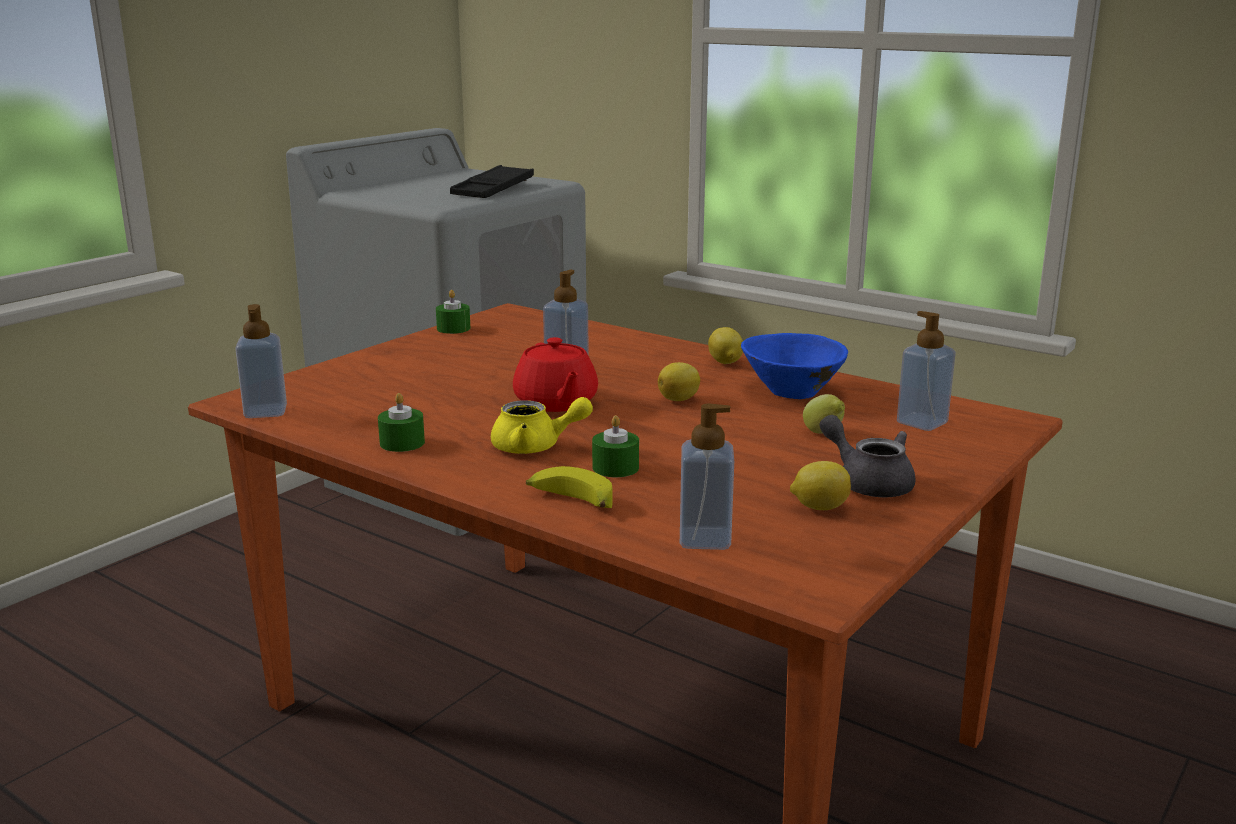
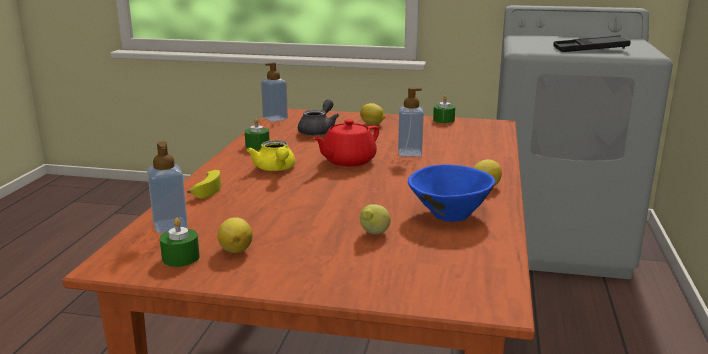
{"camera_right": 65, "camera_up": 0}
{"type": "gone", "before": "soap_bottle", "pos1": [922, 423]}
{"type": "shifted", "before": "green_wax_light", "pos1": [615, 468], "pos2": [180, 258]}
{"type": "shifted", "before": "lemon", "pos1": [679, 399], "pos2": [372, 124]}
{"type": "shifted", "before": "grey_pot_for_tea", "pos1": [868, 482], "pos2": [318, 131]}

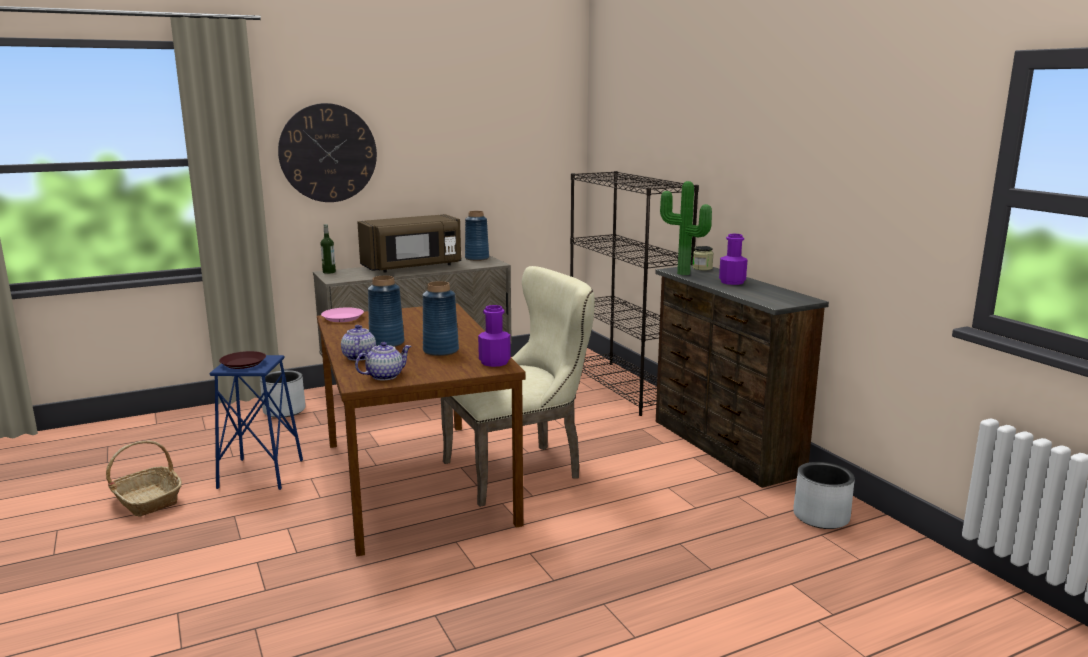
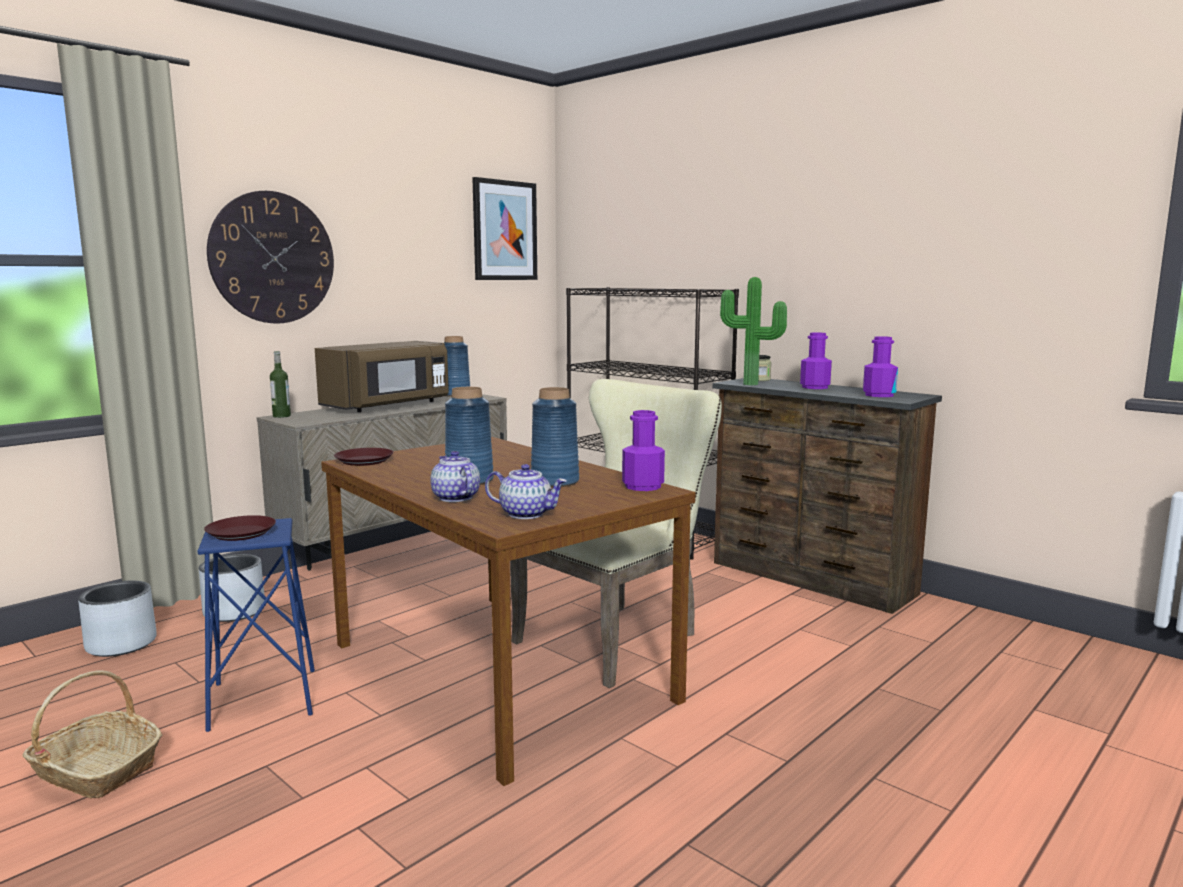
{"camera_right": -20, "camera_up": -5}
{"type": "new", "after": "picture", "pos2": [504, 230]}
{"type": "new", "after": "purple-coloured_drink_bottle", "pos2": [879, 395]}
{"type": "shifted", "before": "grey_flower_pot", "pos1": [821, 517], "pos2": [122, 644]}
{"type": "repainted", "before": "pink-coloured_plate", "after": "brownish_plate", "pos1": [343, 318], "pos2": [365, 461]}
{"type": "rotated", "before": "pot_for_tea", "pos1": [385, 376], "pos2": [526, 514], "turn": 75}

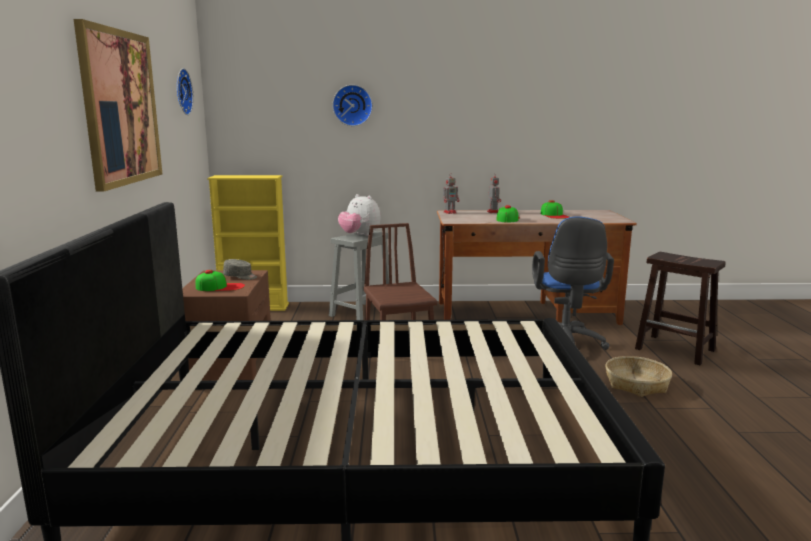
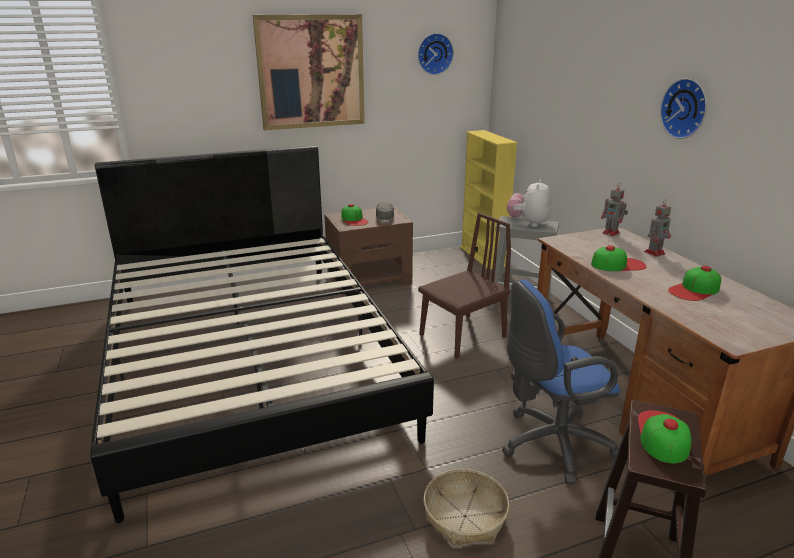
{"camera_right": 70, "camera_up": 10}
{"type": "new", "after": "peaked_cap", "pos2": [662, 435]}
{"type": "shifted", "before": "wall_clock", "pos1": [352, 105], "pos2": [686, 108]}

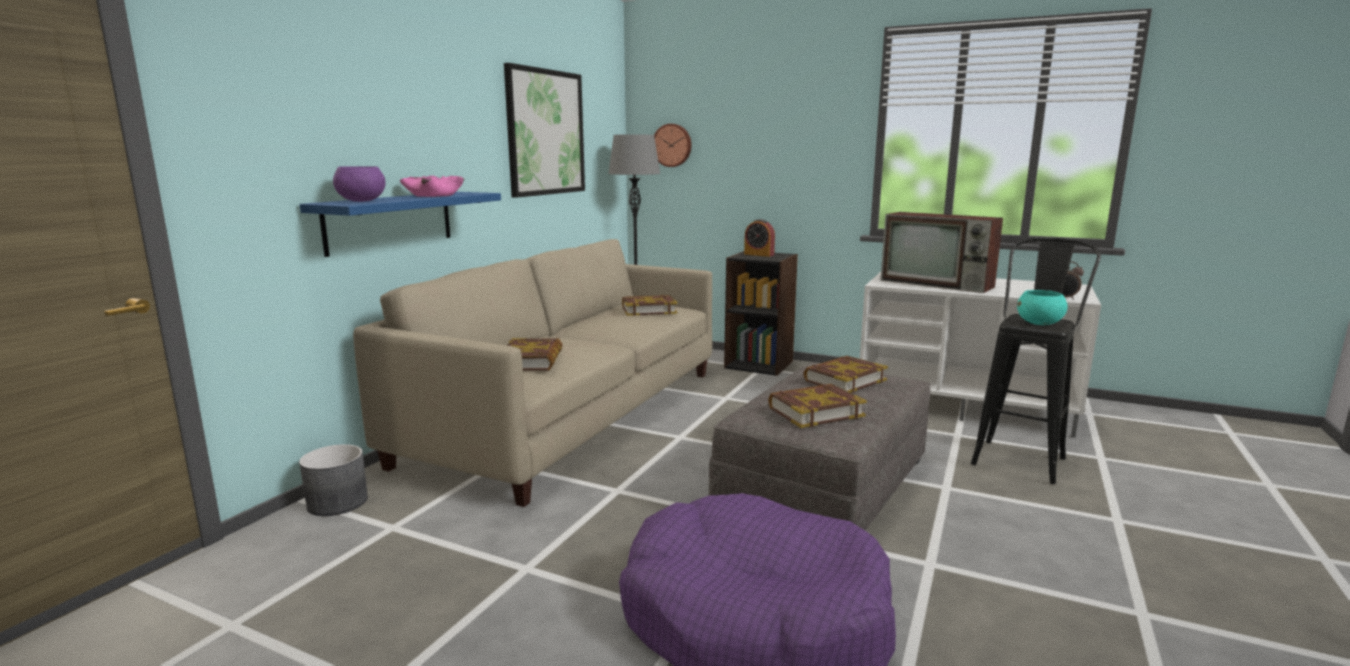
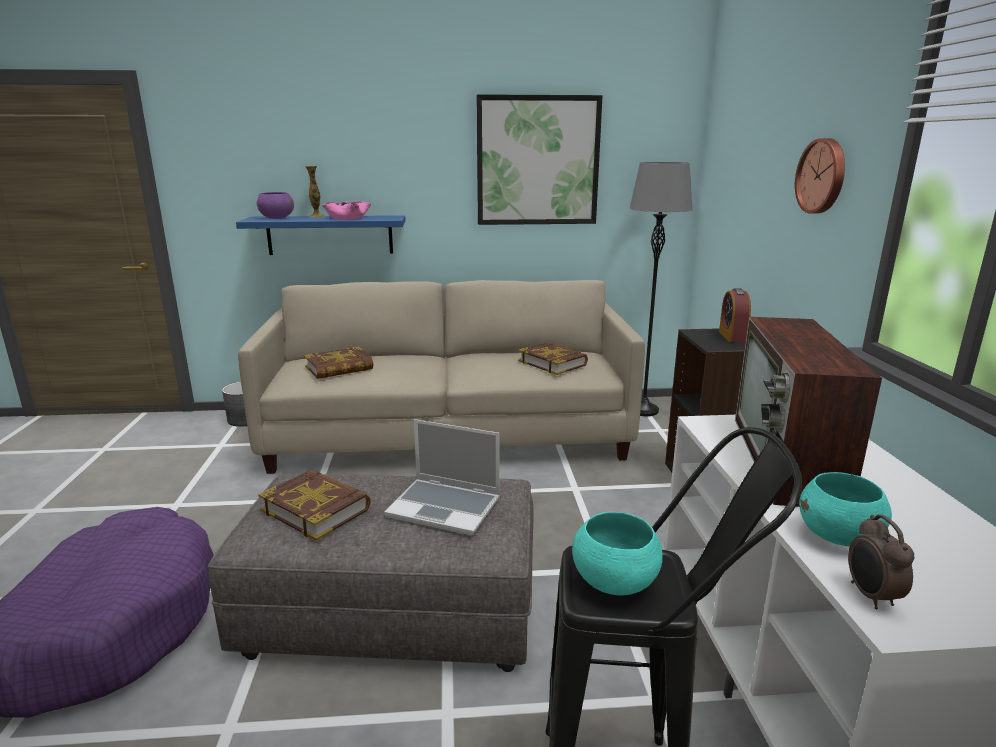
{"camera_right": 60, "camera_up": 5}
{"type": "new", "after": "flower_vase", "pos2": [317, 217]}
{"type": "new", "after": "turquoise_deep_dish", "pos2": [838, 537]}
{"type": "shifted", "before": "wall_clock", "pos1": [672, 145], "pos2": [822, 176]}
{"type": "swapped", "before": "book", "after": "portable_computer", "pos1": [844, 380], "pos2": [446, 507]}

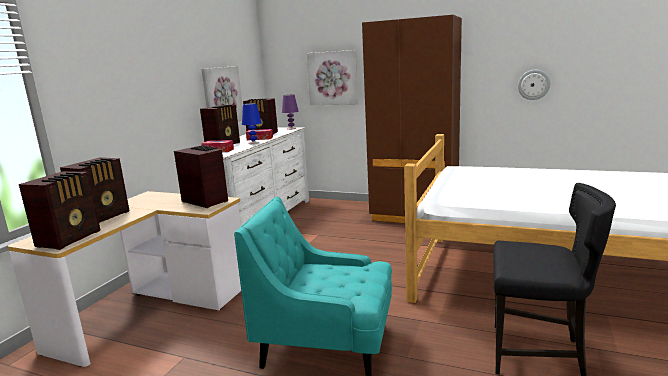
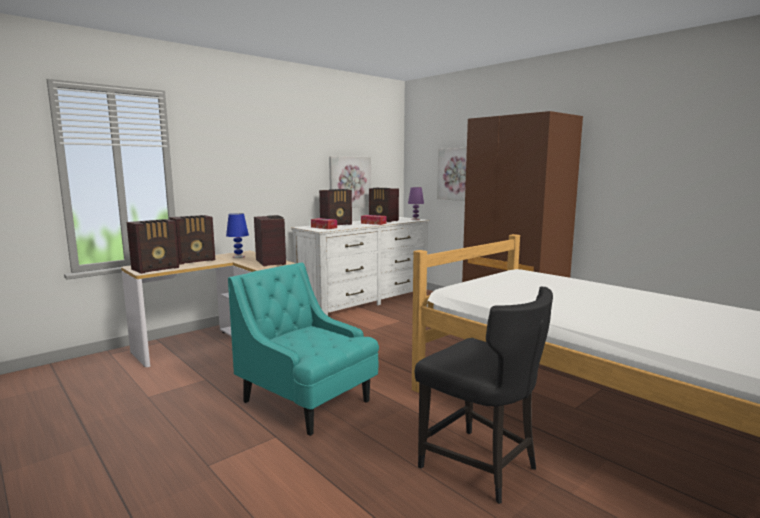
{"camera_right": 25, "camera_up": -5}
{"type": "gone", "before": "wall_clock", "pos1": [533, 84]}
{"type": "shifted", "before": "blue-coloured_lamp_for_a_table", "pos1": [253, 143], "pos2": [238, 257]}

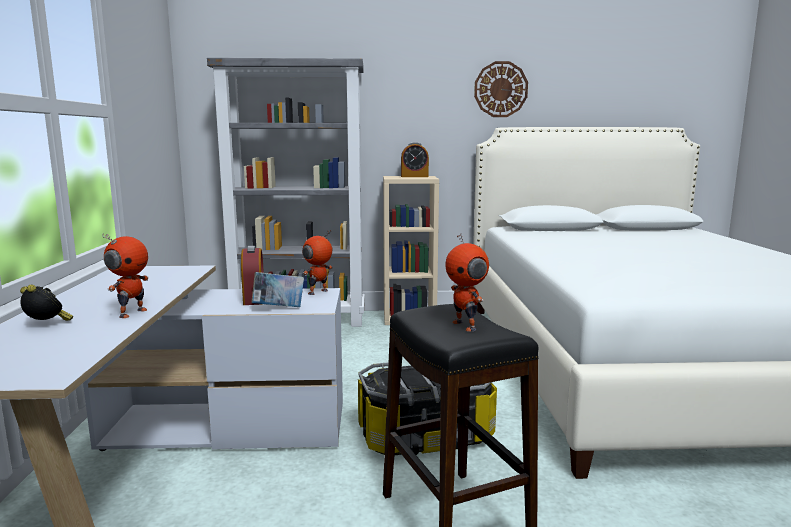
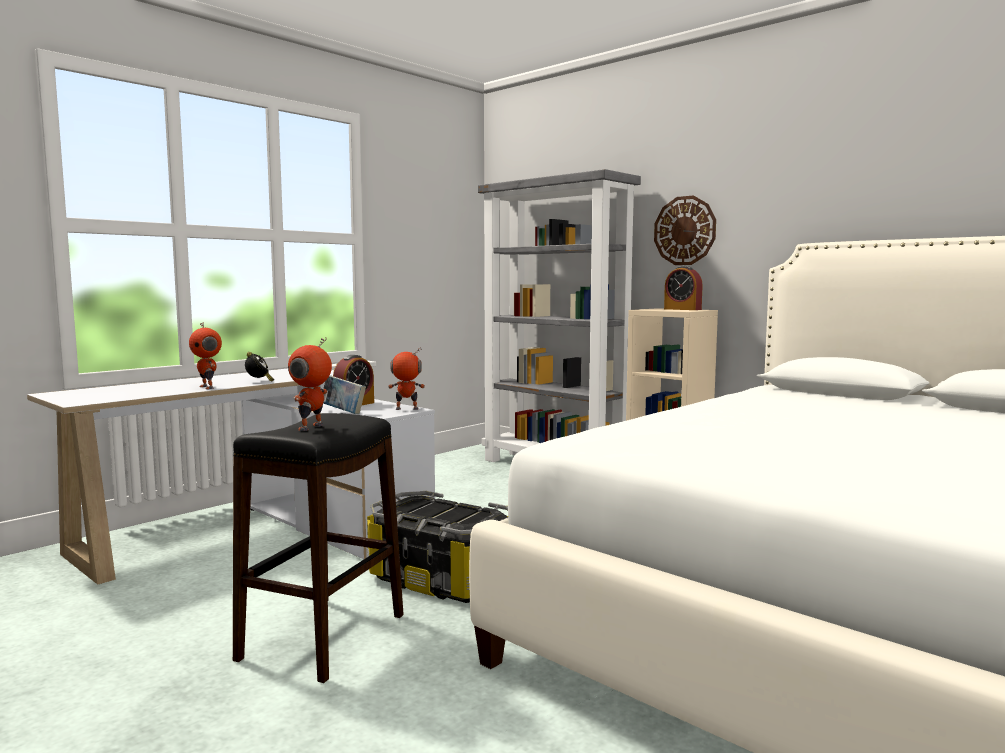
{"camera_right": 45, "camera_up": -5}
{"type": "shifted", "before": "bedside_clock", "pos1": [47, 325], "pos2": [259, 381]}
{"type": "shifted", "before": "wall_clock", "pos1": [500, 89], "pos2": [684, 230]}
{"type": "rotated", "before": "toy_robot", "pos1": [132, 313], "pos2": [208, 387], "turn": 75}

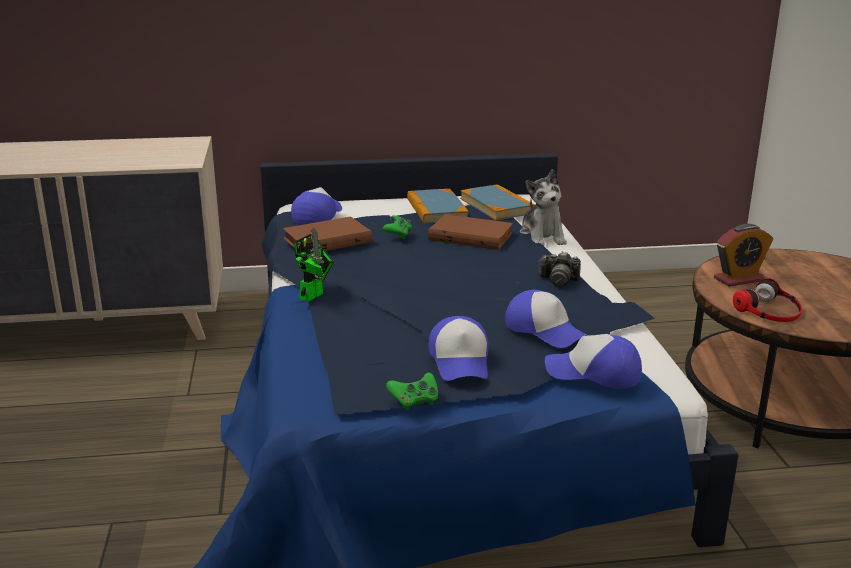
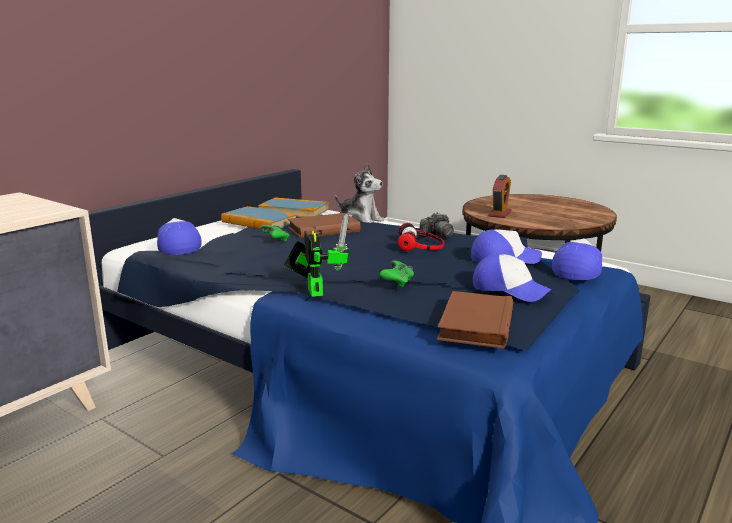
{"camera_right": -45, "camera_up": -5}
{"type": "shifted", "before": "brownish_book", "pos1": [327, 240], "pos2": [474, 324]}
{"type": "shifted", "before": "green_gamepad", "pos1": [414, 402], "pos2": [397, 282]}
{"type": "shifted", "before": "headset", "pos1": [770, 310], "pos2": [421, 245]}
{"type": "rotated", "before": "peaked_cap", "pos1": [593, 373], "pos2": [578, 269], "turn": 150}

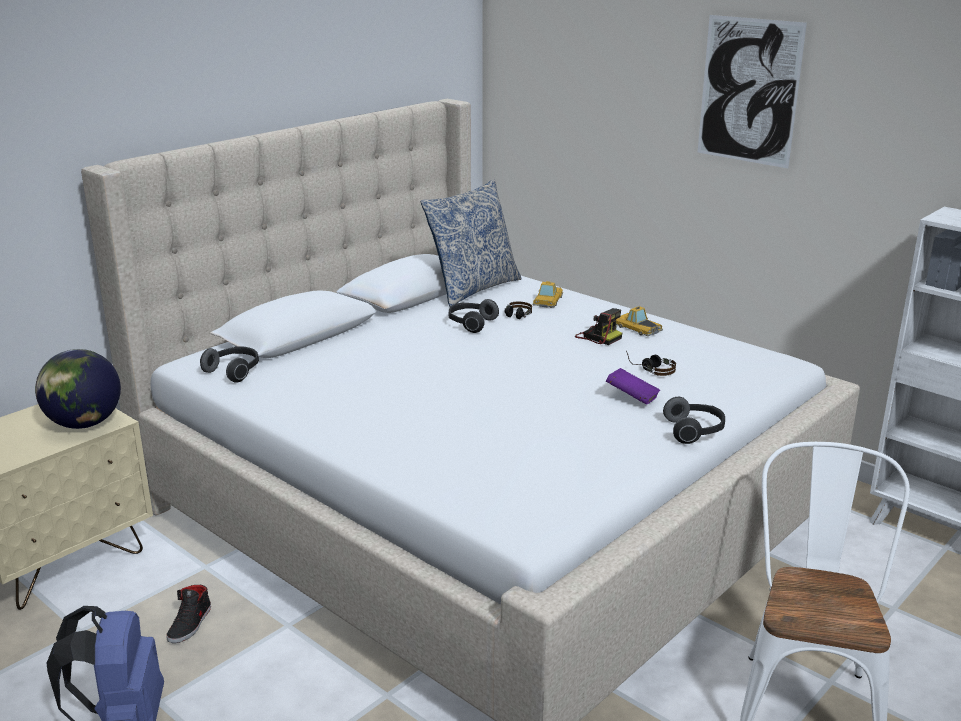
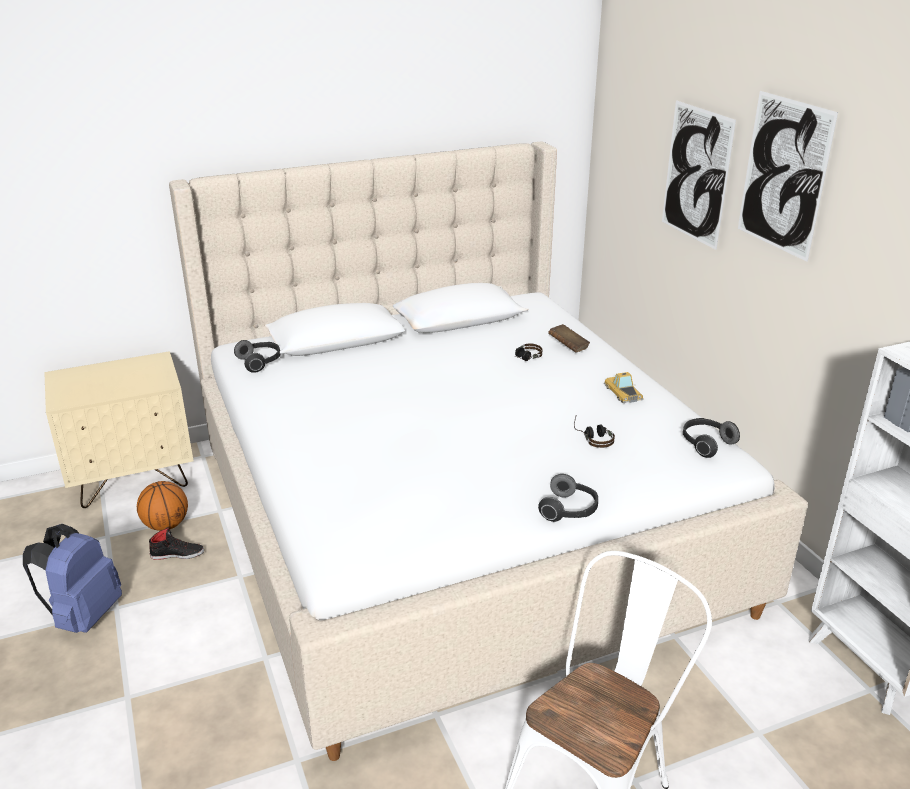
{"camera_right": 25, "camera_up": 5}
{"type": "gone", "before": "globe", "pos1": [84, 424]}
{"type": "gone", "before": "throw_pillow", "pos1": [473, 289]}
{"type": "gone", "before": "photo_camera", "pos1": [598, 336]}
{"type": "gone", "before": "purple-coloured_book", "pos1": [632, 398]}
{"type": "new", "after": "ball_for_basketball", "pos2": [166, 525]}
{"type": "new", "after": "picture", "pos2": [696, 174]}
{"type": "shifted", "before": "headset", "pos1": [471, 324], "pos2": [706, 444]}
{"type": "swapped", "before": "toy_car", "after": "brownish_book", "pos1": [547, 300], "pos2": [568, 347]}
{"type": "rotated", "before": "black-coloured_low_shoe", "pos1": [190, 624], "pos2": [177, 554], "turn": -135}

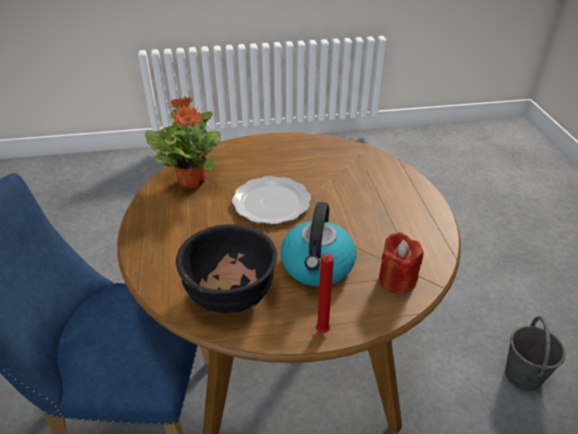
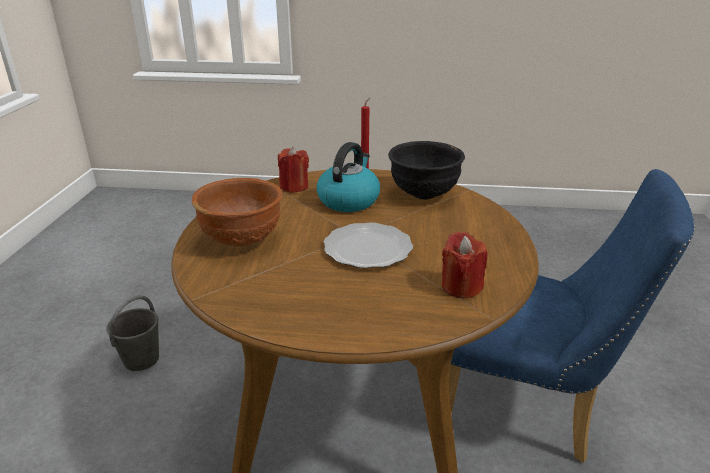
{"camera_right": -165, "camera_up": -10}
{"type": "new", "after": "brownish_deep_dish", "pos2": [243, 240]}
{"type": "swapped", "before": "potted_plant", "after": "red-coloured_wax_light", "pos1": [192, 180], "pos2": [461, 287]}

